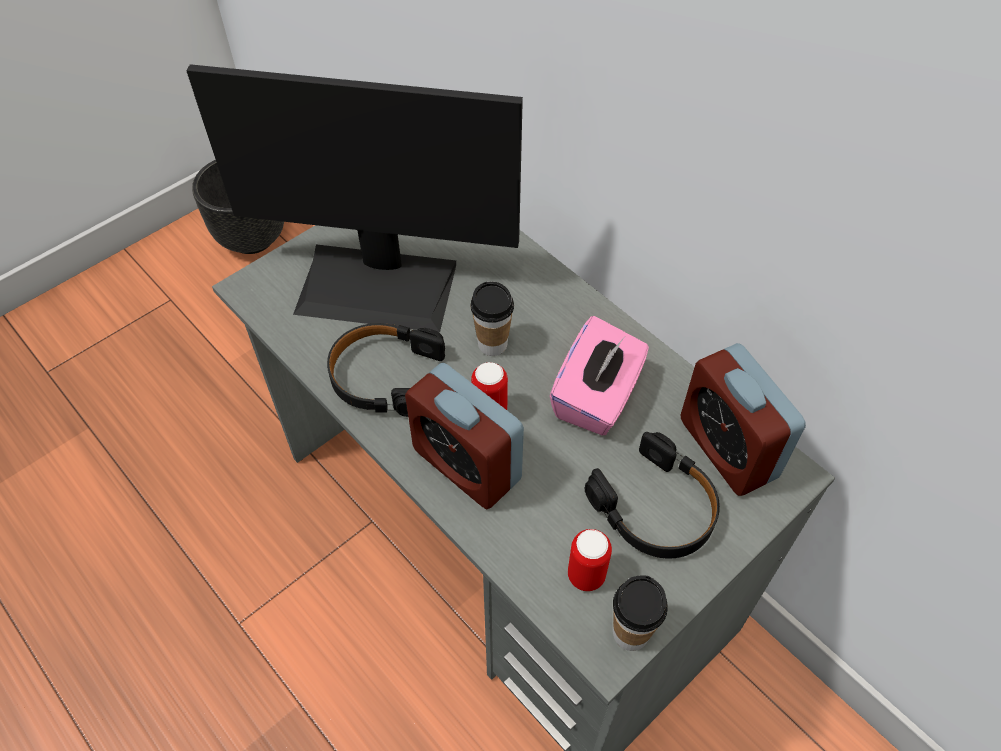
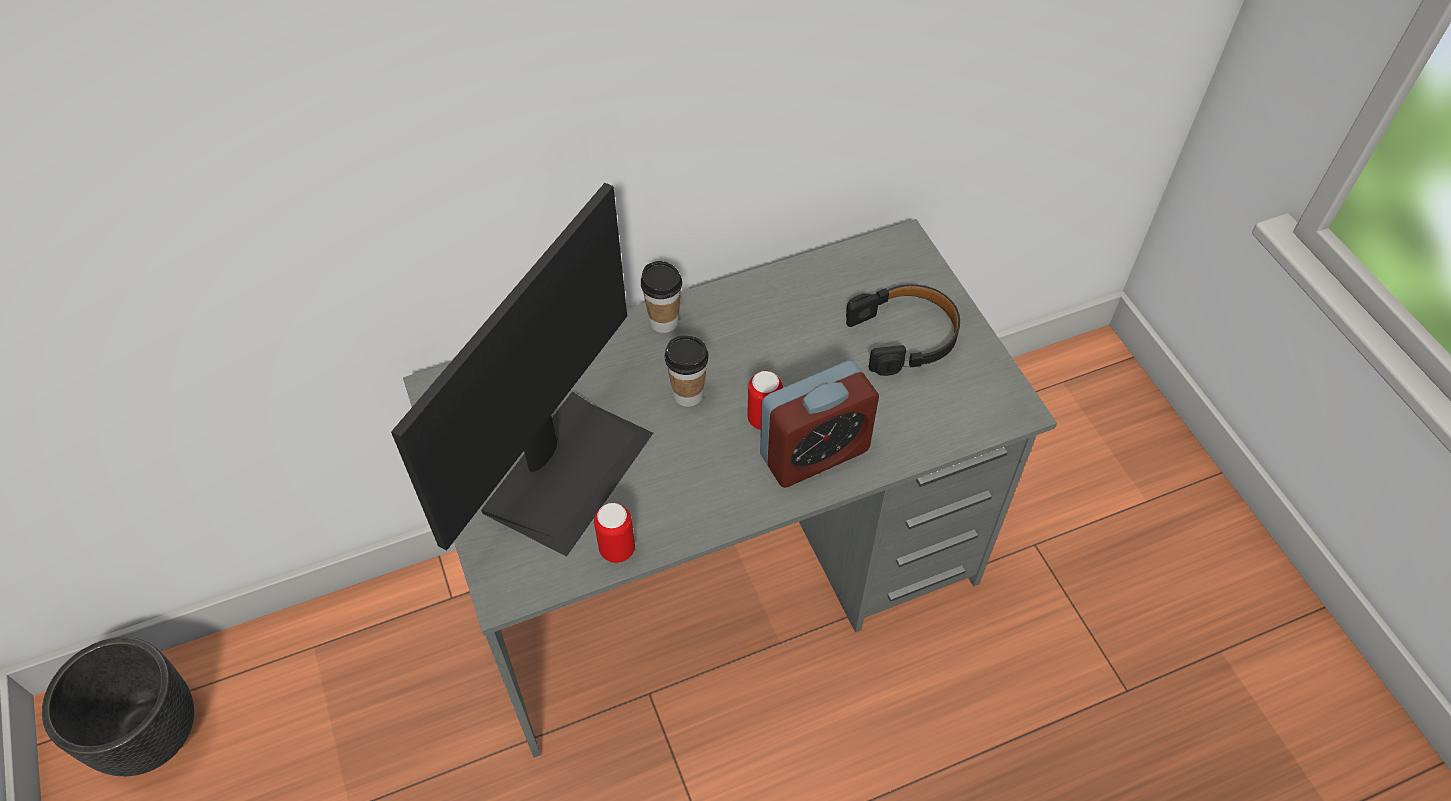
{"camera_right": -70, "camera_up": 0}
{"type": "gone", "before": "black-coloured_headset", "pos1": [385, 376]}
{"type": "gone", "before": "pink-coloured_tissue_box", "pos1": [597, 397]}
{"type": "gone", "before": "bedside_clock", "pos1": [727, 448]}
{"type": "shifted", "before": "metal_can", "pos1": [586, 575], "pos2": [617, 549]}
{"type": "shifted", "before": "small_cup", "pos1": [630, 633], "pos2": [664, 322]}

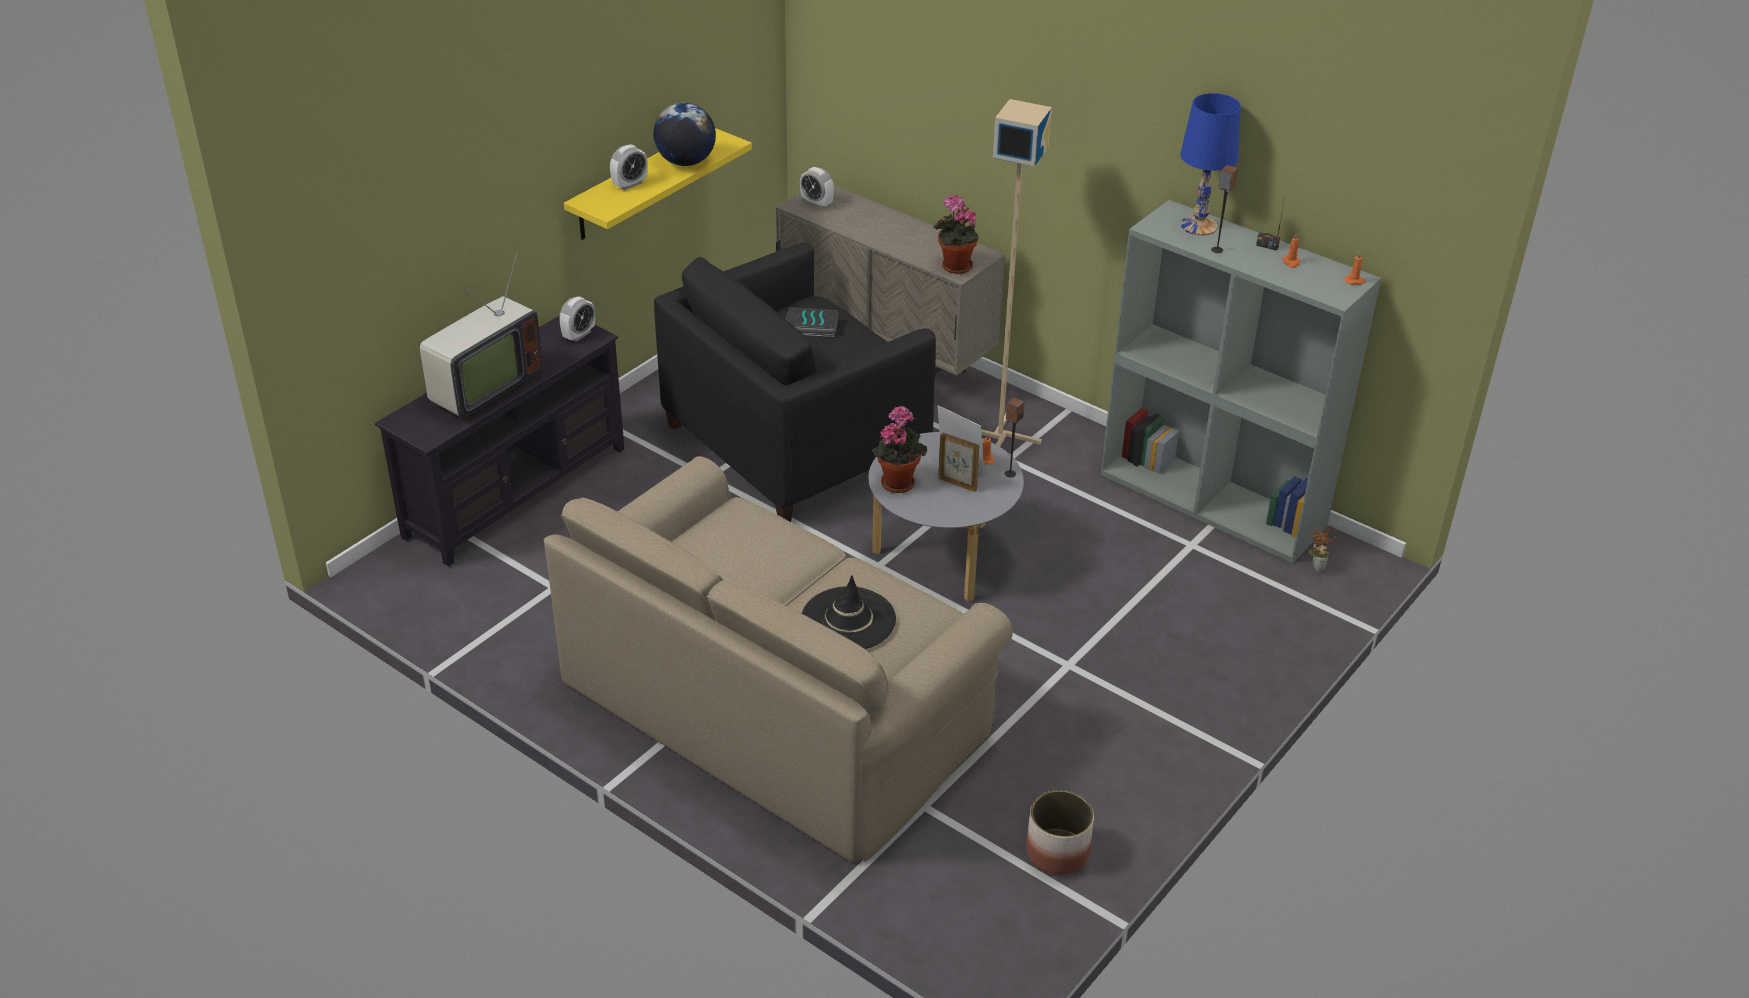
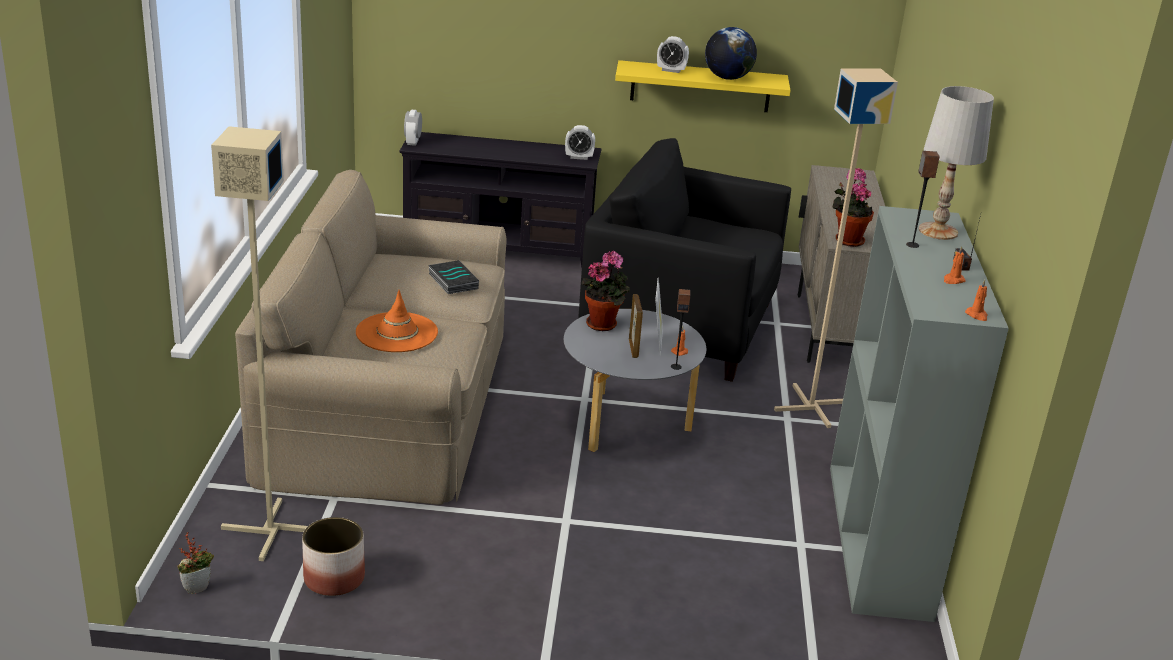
{"camera_right": 55, "camera_up": -10}
{"type": "gone", "before": "TV", "pos1": [481, 388]}
{"type": "new", "after": "beige-coloured_floor_lamp", "pos2": [269, 530]}
{"type": "shifted", "before": "book", "pos1": [810, 327], "pos2": [452, 281]}
{"type": "shifted", "before": "bedside_clock", "pos1": [816, 203], "pos2": [413, 142]}
{"type": "shifted", "before": "potted_plant", "pos1": [1315, 567], "pos2": [197, 587]}
{"type": "repainted", "before": "black-coloured_wearable_hat", "after": "orange_wearable_hat", "pos1": [848, 619], "pos2": [397, 333]}
{"type": "repainted", "before": "blue-coloured_lamp_for_a_table", "after": "white_lamp_for_a_table", "pos1": [1198, 226], "pos2": [938, 231]}

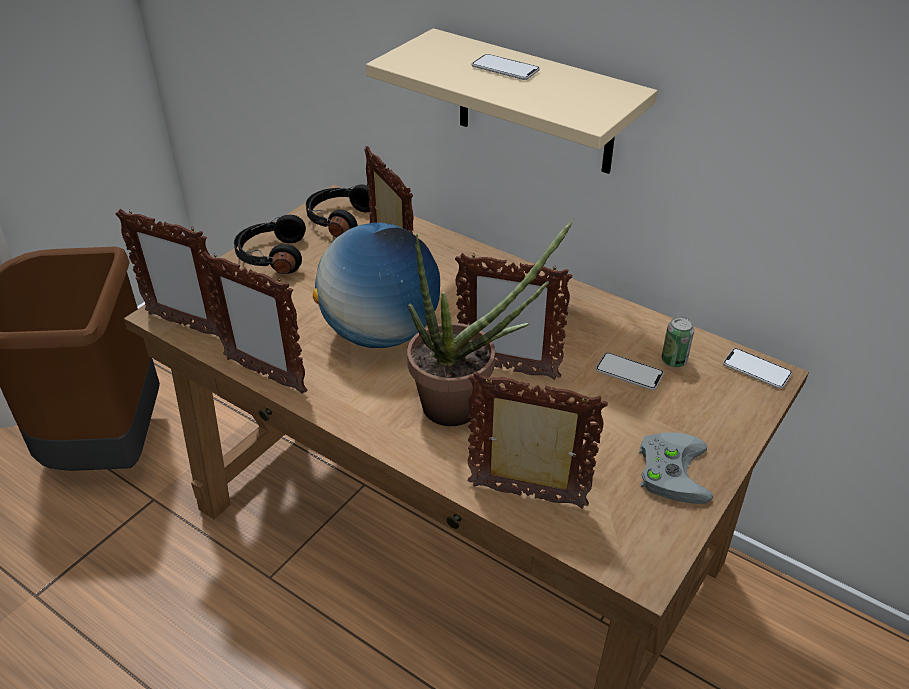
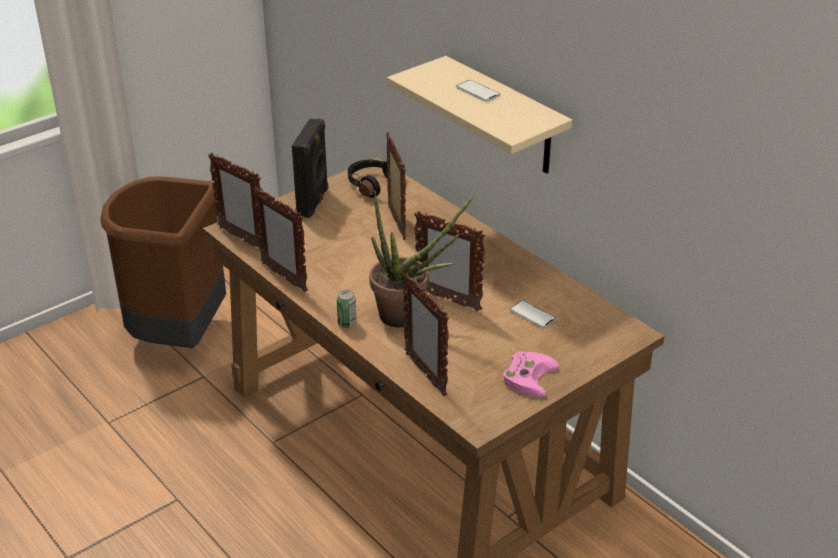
{"camera_right": 15, "camera_up": -5}
{"type": "gone", "before": "globe", "pos1": [381, 333]}
{"type": "gone", "before": "phone", "pos1": [756, 369]}
{"type": "shifted", "before": "metal_can", "pos1": [674, 360], "pos2": [347, 323]}
{"type": "swapped", "before": "black-coloured_headset", "after": "black-coloured_speaker", "pos1": [271, 256], "pos2": [314, 202]}
{"type": "repainted", "before": "grey_gamepad", "after": "pink-coloured_gamepad", "pos1": [670, 469], "pos2": [528, 375]}
{"type": "rotated", "before": "picture_frame", "pos1": [528, 497], "pos2": [425, 374], "turn": -150}

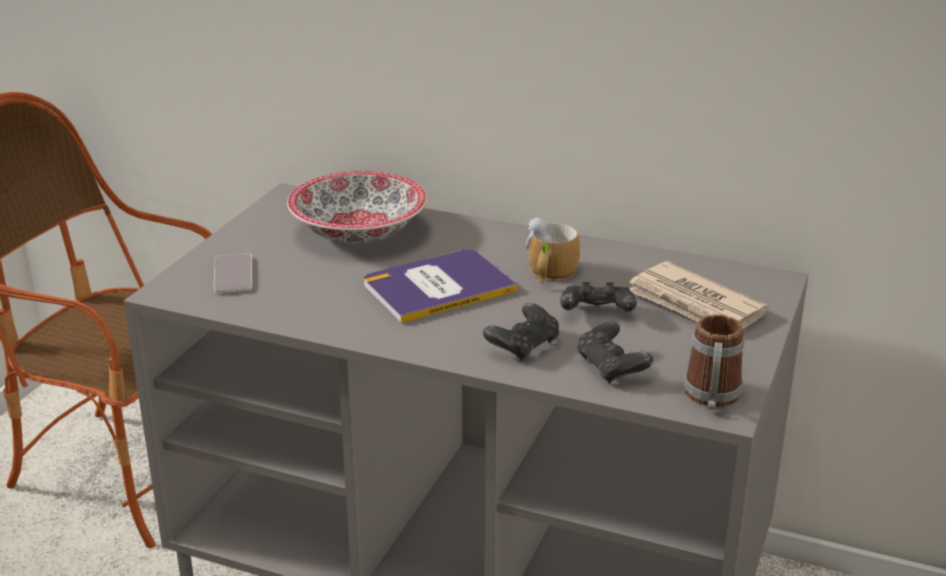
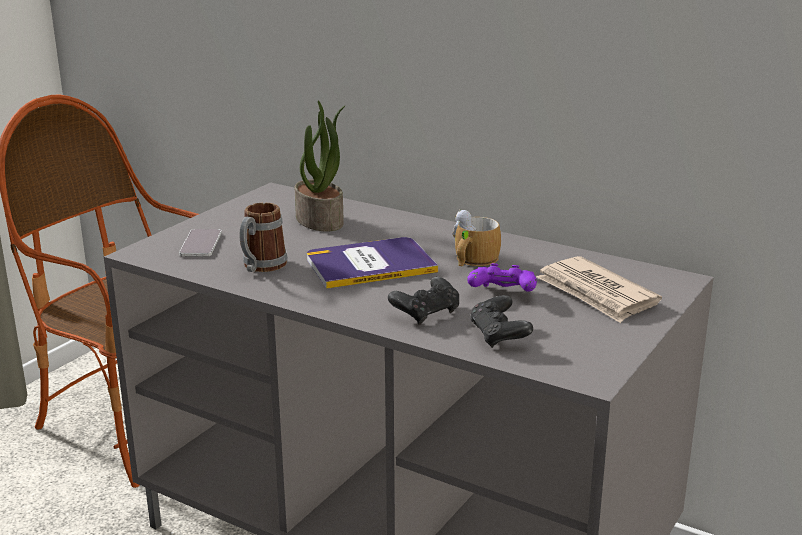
{"camera_right": 10, "camera_up": -5}
{"type": "shifted", "before": "coffee_mug", "pos1": [711, 399], "pos2": [260, 267]}
{"type": "swapped", "before": "deep_dish", "after": "potted_plant", "pos1": [360, 232], "pos2": [321, 220]}
{"type": "repainted", "before": "black-coloured_gamepad", "after": "purple-coloured_gamepad", "pos1": [596, 314], "pos2": [502, 294]}

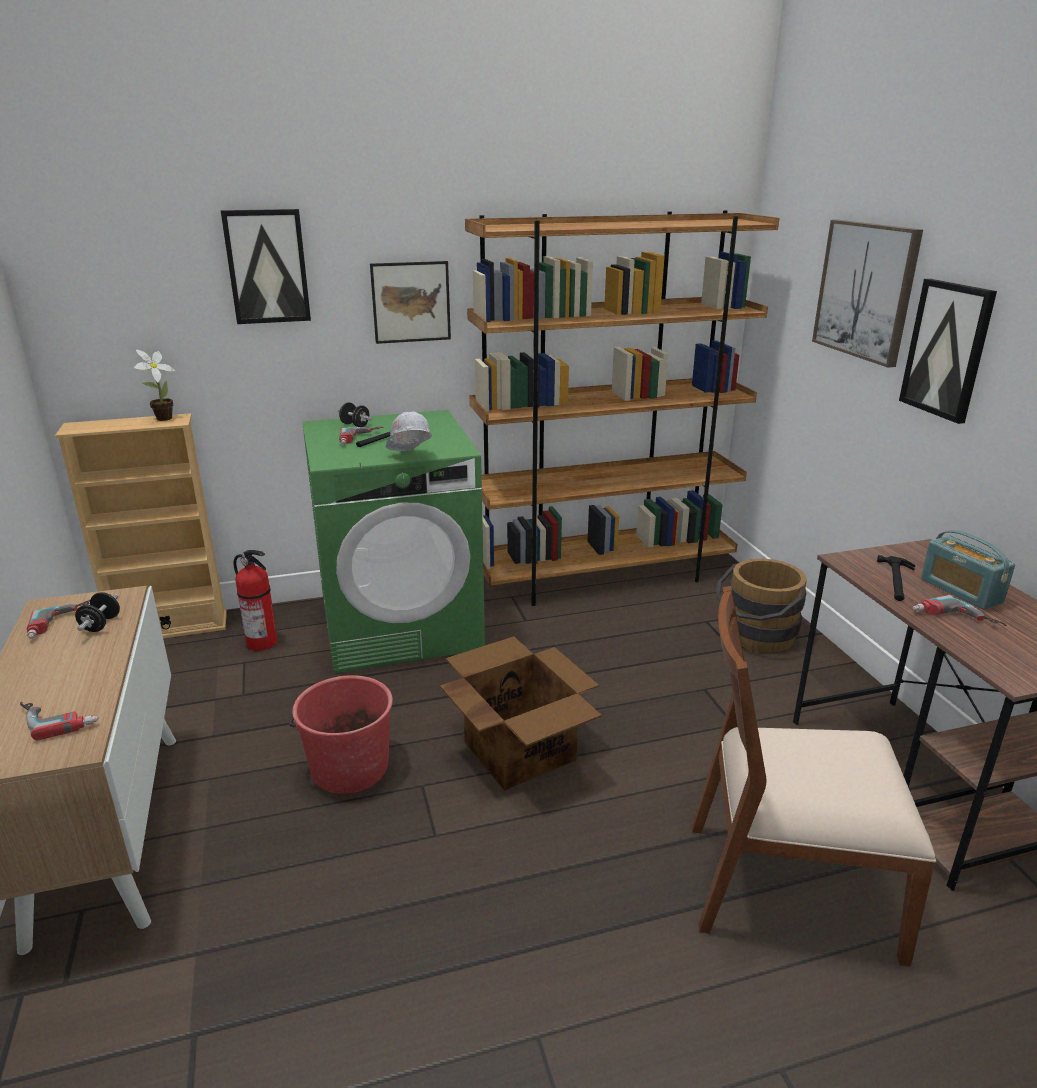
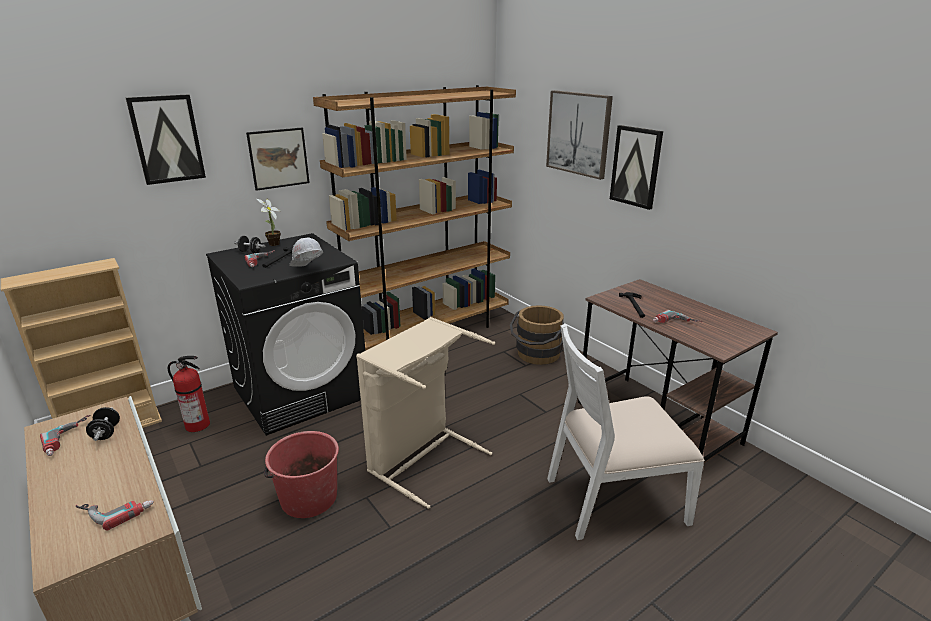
{"camera_right": -20, "camera_up": 0}
{"type": "gone", "before": "radio_set", "pos1": [960, 591]}
{"type": "shifted", "before": "potted_plant", "pos1": [161, 419], "pos2": [273, 244]}
{"type": "swapped", "before": "carton", "after": "beige-coloured_laundry_basket", "pos1": [519, 750], "pos2": [421, 458]}
{"type": "repainted", "before": "green_laundry_appliance", "after": "black-coloured_laundry_appliance", "pos1": [401, 625], "pos2": [301, 392]}
{"type": "repainted", "before": "brownish_upright_chair", "after": "white_upright_chair", "pos1": [788, 885], "pos2": [613, 498]}

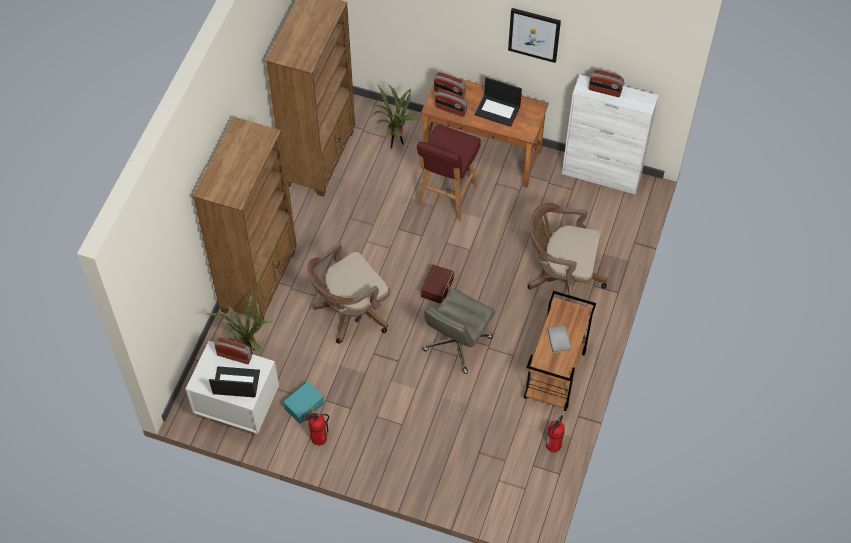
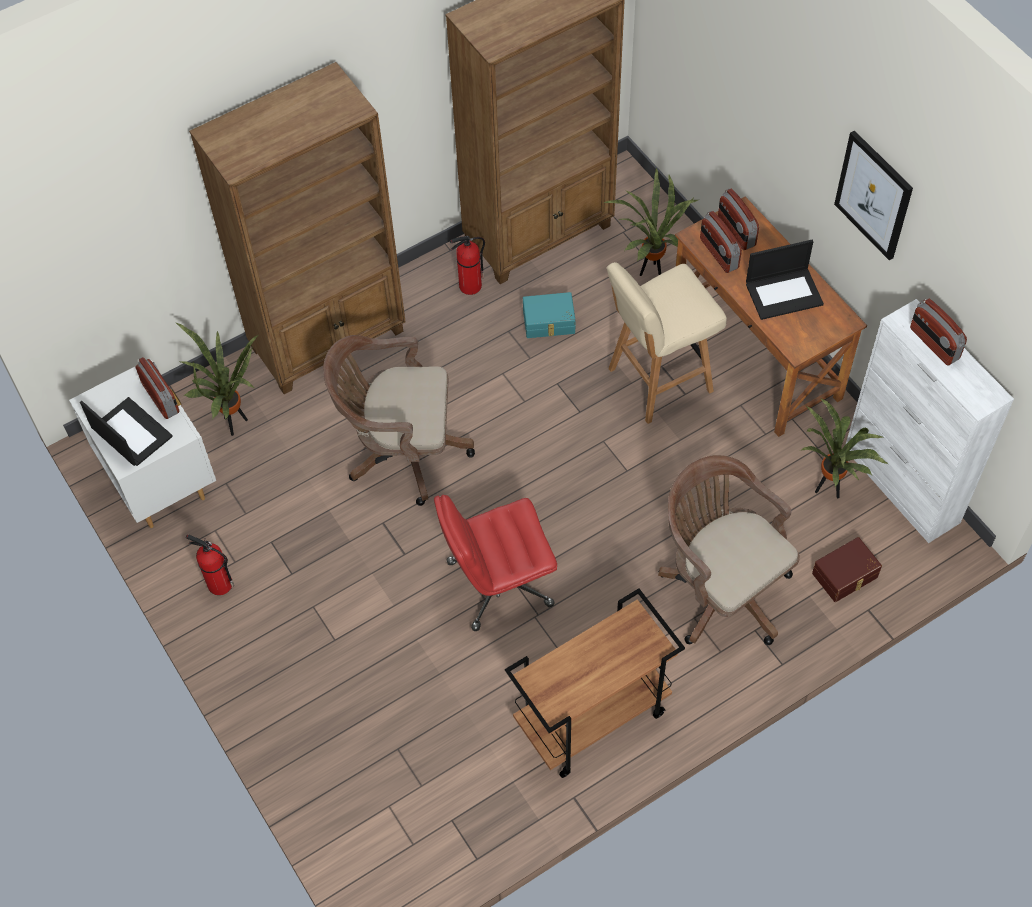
{"camera_right": 40, "camera_up": 0}
{"type": "gone", "before": "grey_book", "pos1": [560, 339]}
{"type": "new", "after": "potted_plant", "pos2": [828, 491]}
{"type": "shifted", "before": "turquoise_storage_container", "pos1": [305, 406], "pos2": [549, 323]}
{"type": "shifted", "before": "brownish_storage_container", "pos1": [438, 288], "pos2": [846, 576]}
{"type": "shifted", "before": "extinguisher", "pos1": [553, 445], "pos2": [469, 286]}
{"type": "repainted", "before": "red-coloured_stool_seat", "after": "beige-coloured_stool_seat", "pos1": [446, 196], "pos2": [657, 381]}
{"type": "repainted", "before": "grey_computer_chair", "after": "red-coloured_computer_chair", "pos1": [457, 344], "pos2": [498, 584]}
{"type": "rotated", "before": "portable_computer", "pos1": [498, 110], "pos2": [784, 293], "turn": -75}

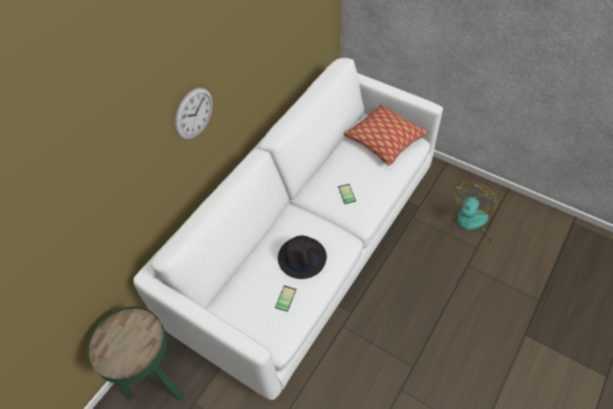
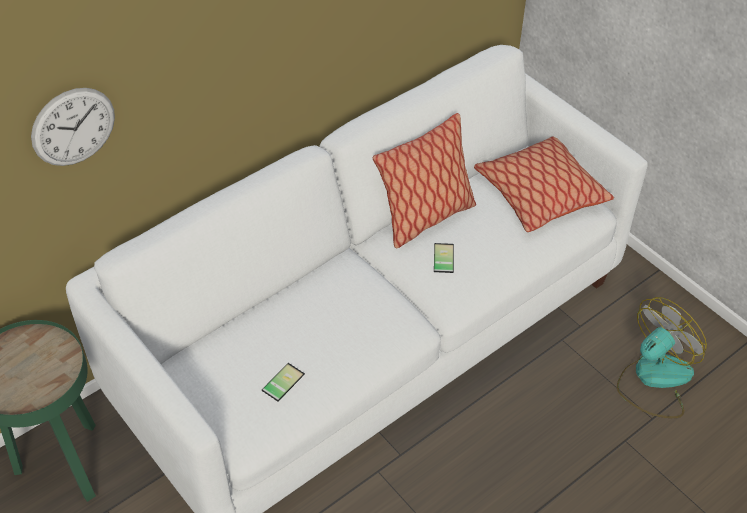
{"camera_right": 15, "camera_up": -5}
{"type": "gone", "before": "black-coloured_wearable_hat", "pos1": [302, 257]}
{"type": "new", "after": "throw_pillow", "pos2": [425, 218]}
{"type": "shifted", "before": "wall_clock", "pos1": [194, 113], "pos2": [73, 127]}

